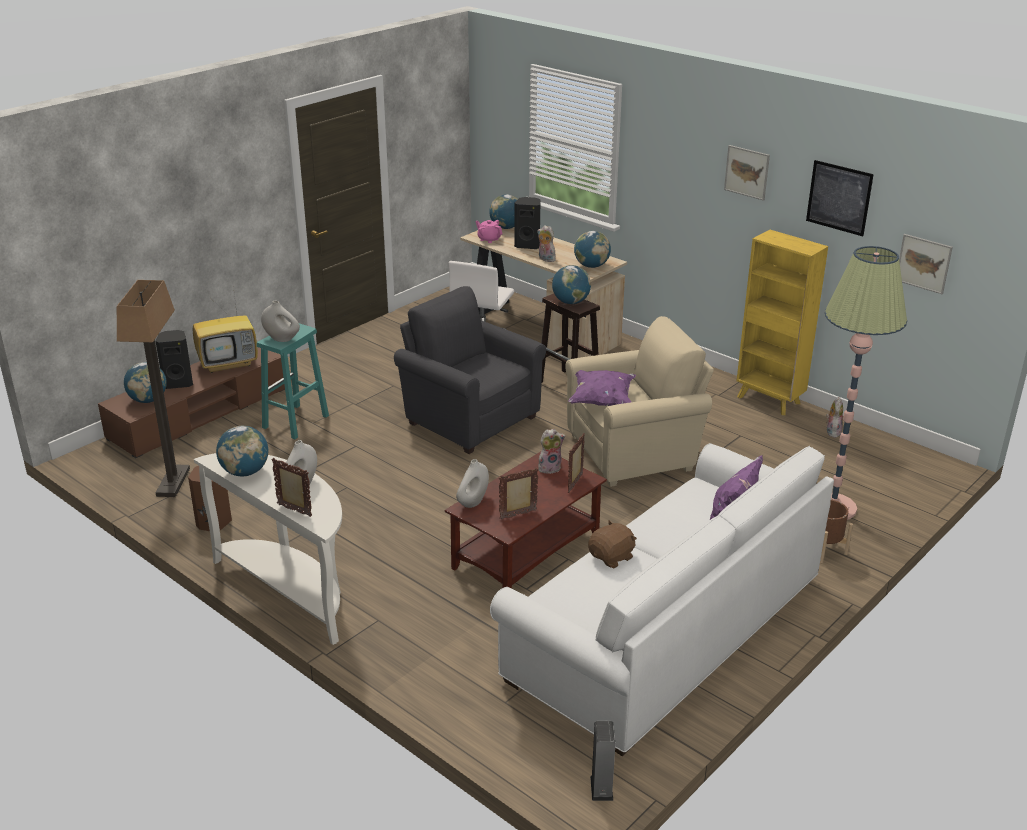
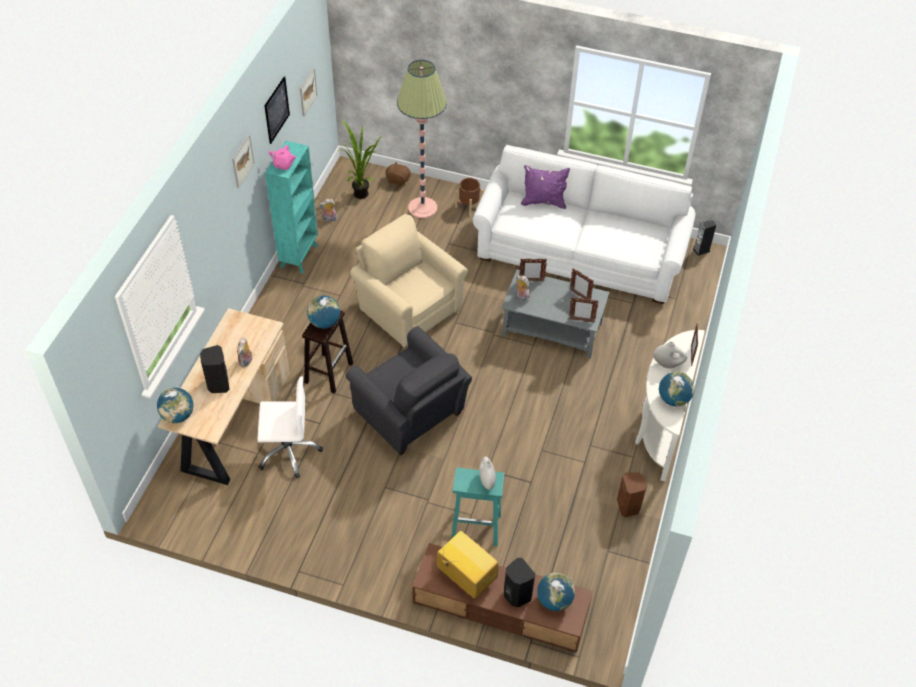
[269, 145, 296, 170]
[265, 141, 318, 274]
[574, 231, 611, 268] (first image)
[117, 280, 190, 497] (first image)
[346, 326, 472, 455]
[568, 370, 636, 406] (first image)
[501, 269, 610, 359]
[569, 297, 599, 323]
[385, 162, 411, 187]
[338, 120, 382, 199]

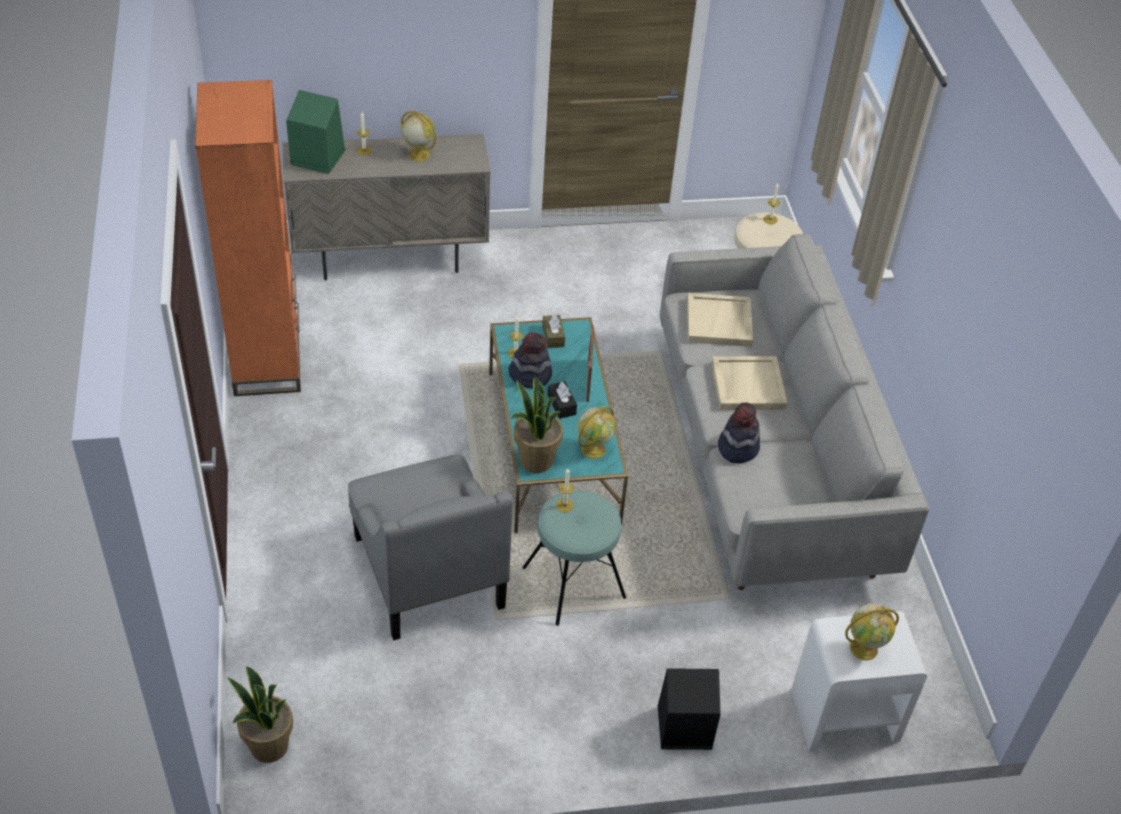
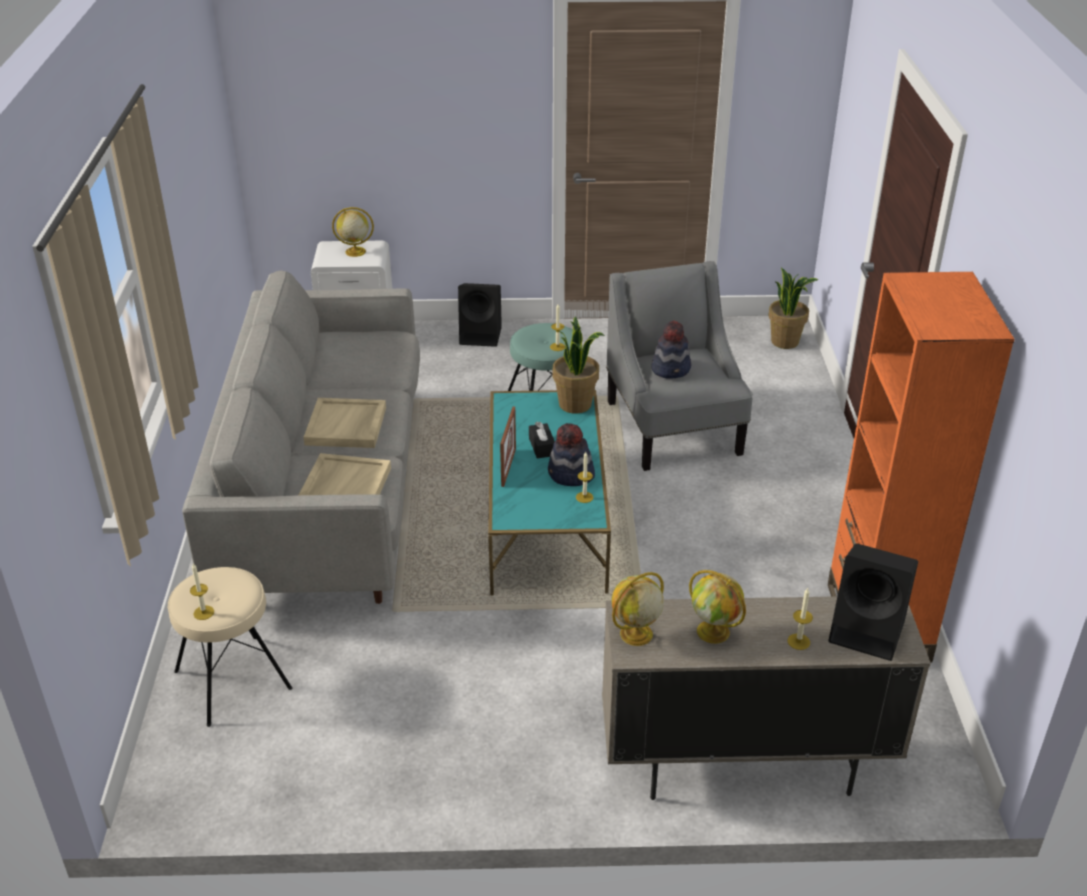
[828, 543, 918, 661]
[542, 313, 565, 348] (first image)
[651, 320, 691, 379]
[612, 572, 664, 646]

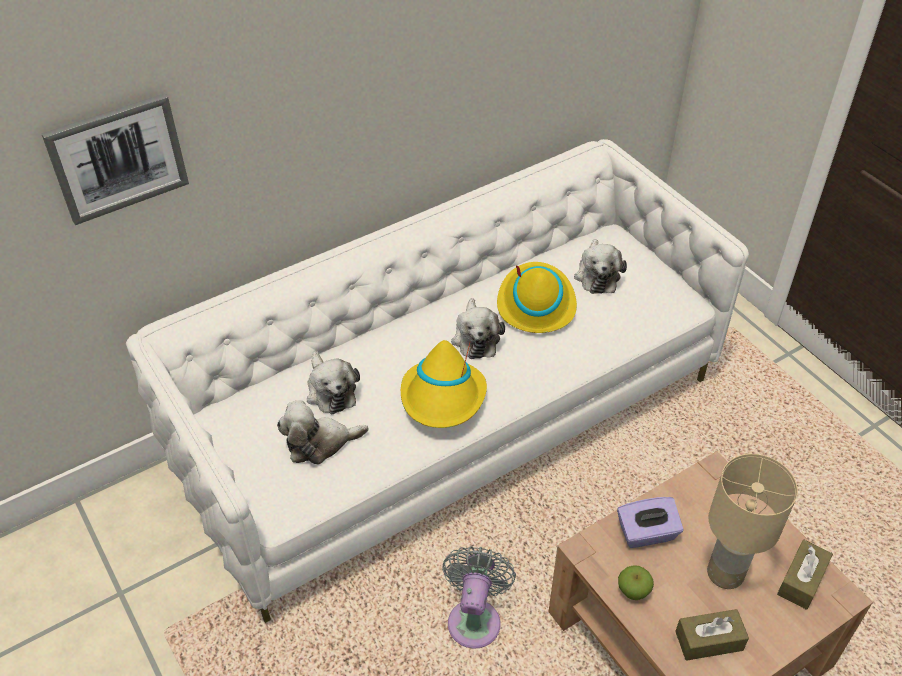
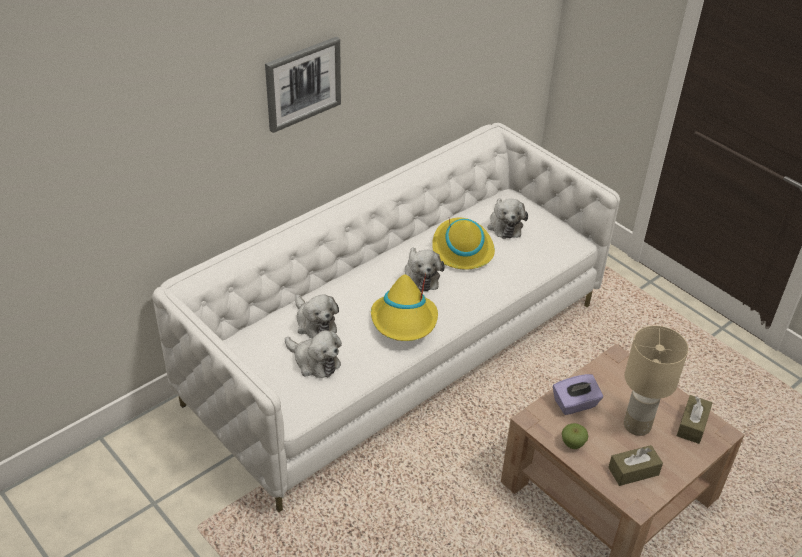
[265, 37, 341, 133]
[285, 330, 342, 378]
[442, 546, 516, 649] (first image)

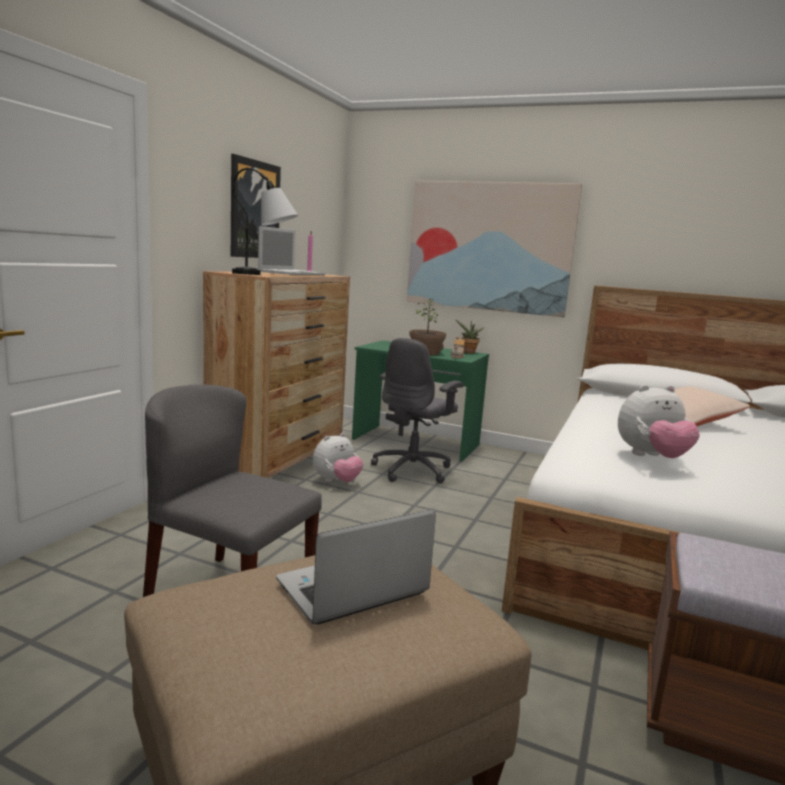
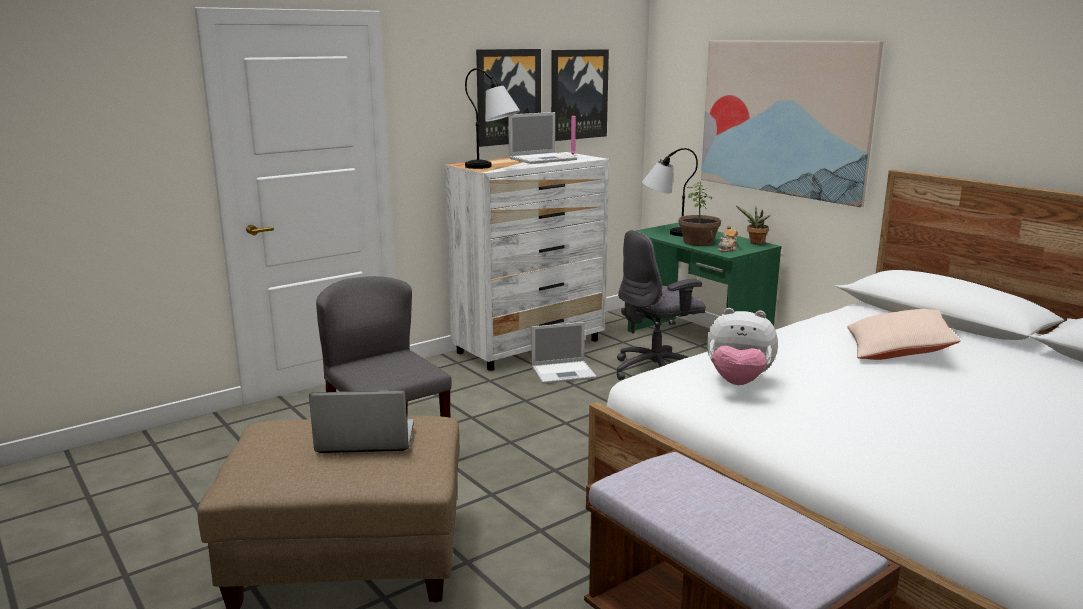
[444, 152, 609, 371]
[532, 322, 597, 384]
[551, 49, 609, 141]
[642, 148, 698, 236]

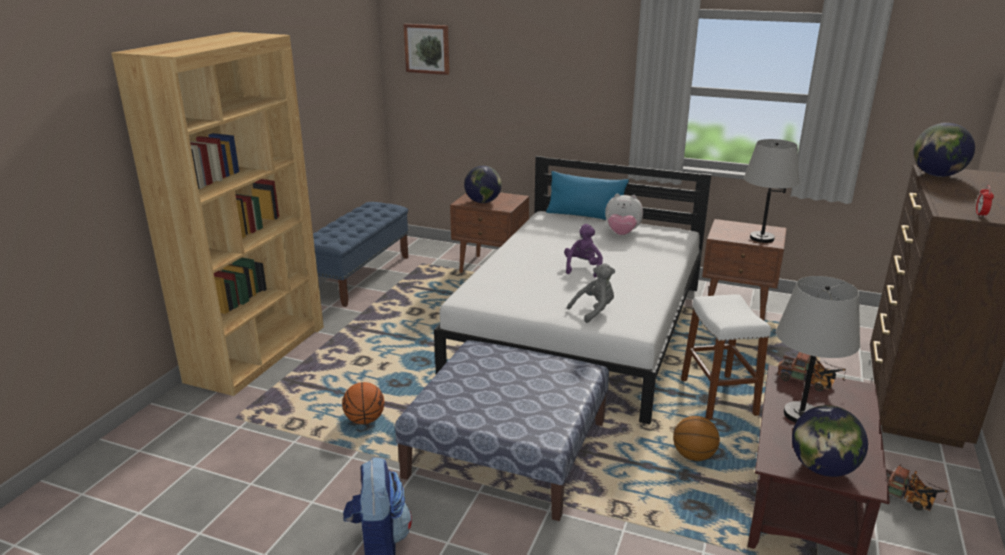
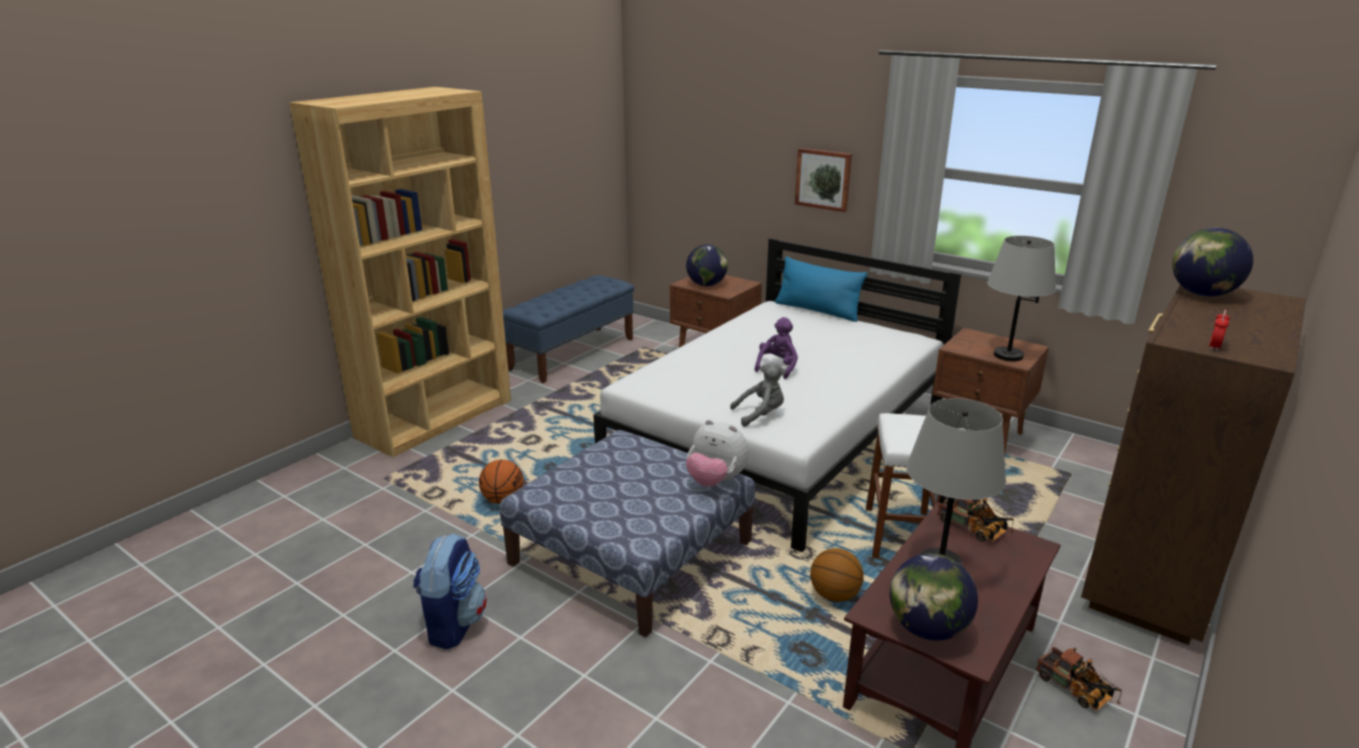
[795, 148, 852, 212]
[686, 420, 749, 487]

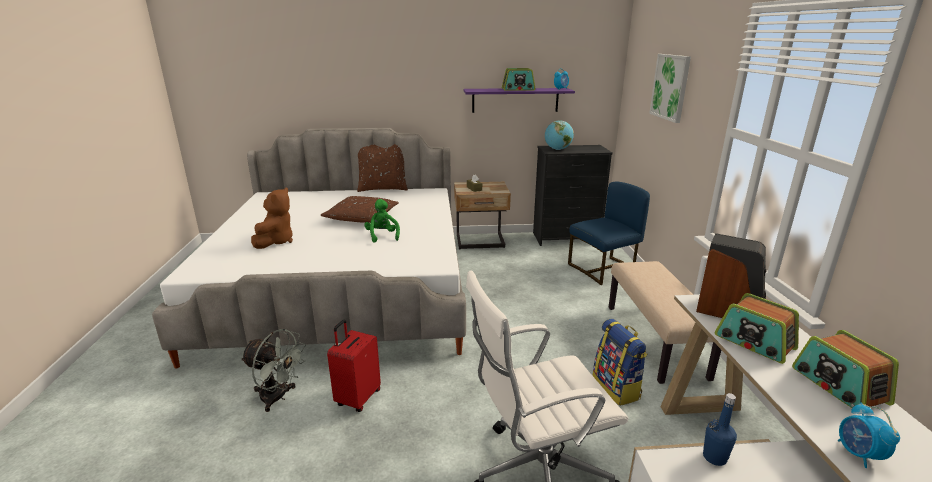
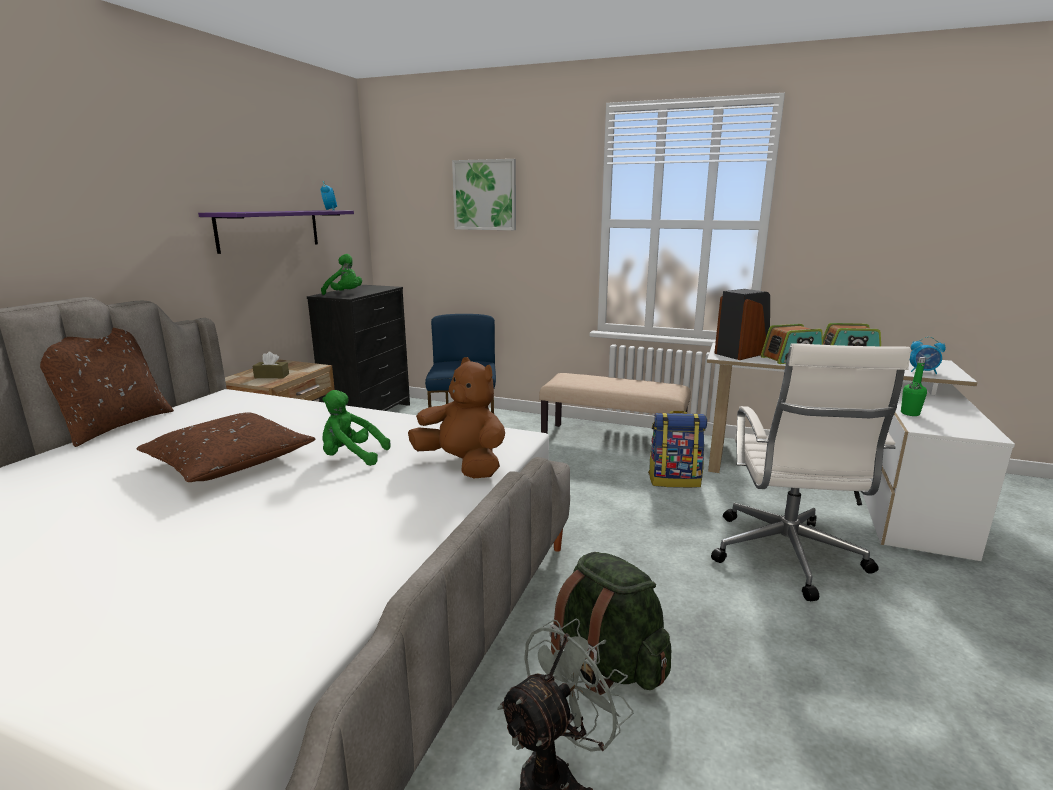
[502, 68, 535, 91] (first image)
[321, 254, 362, 295]
[408, 357, 505, 478]
[549, 552, 672, 695]
[901, 357, 927, 416]

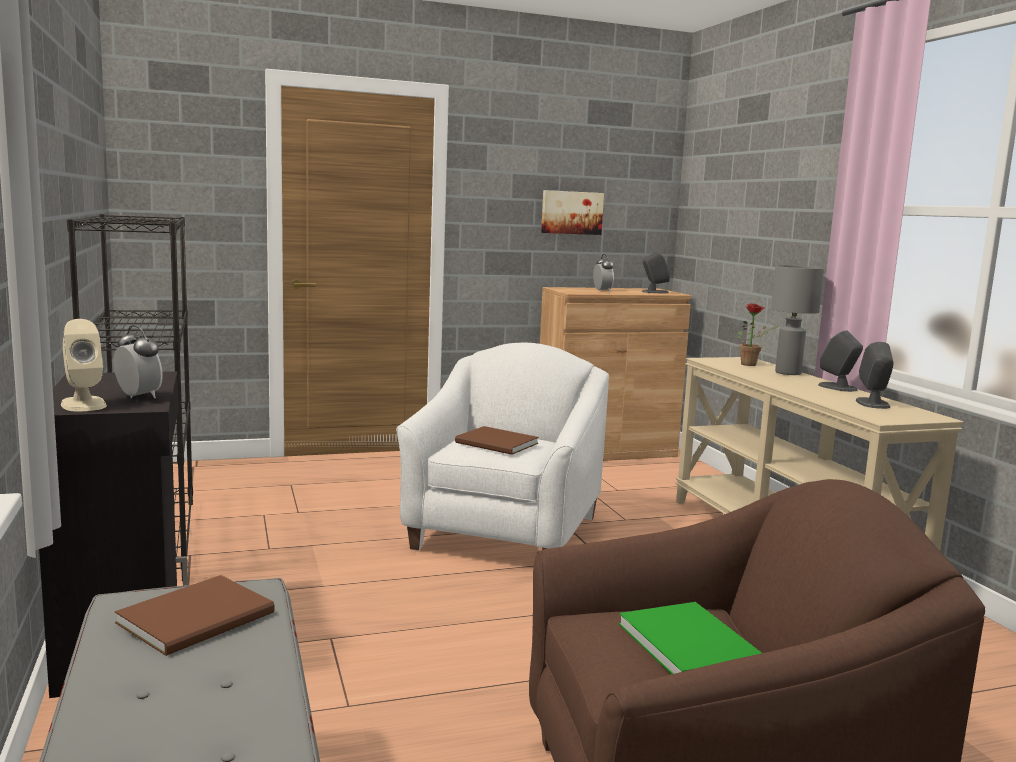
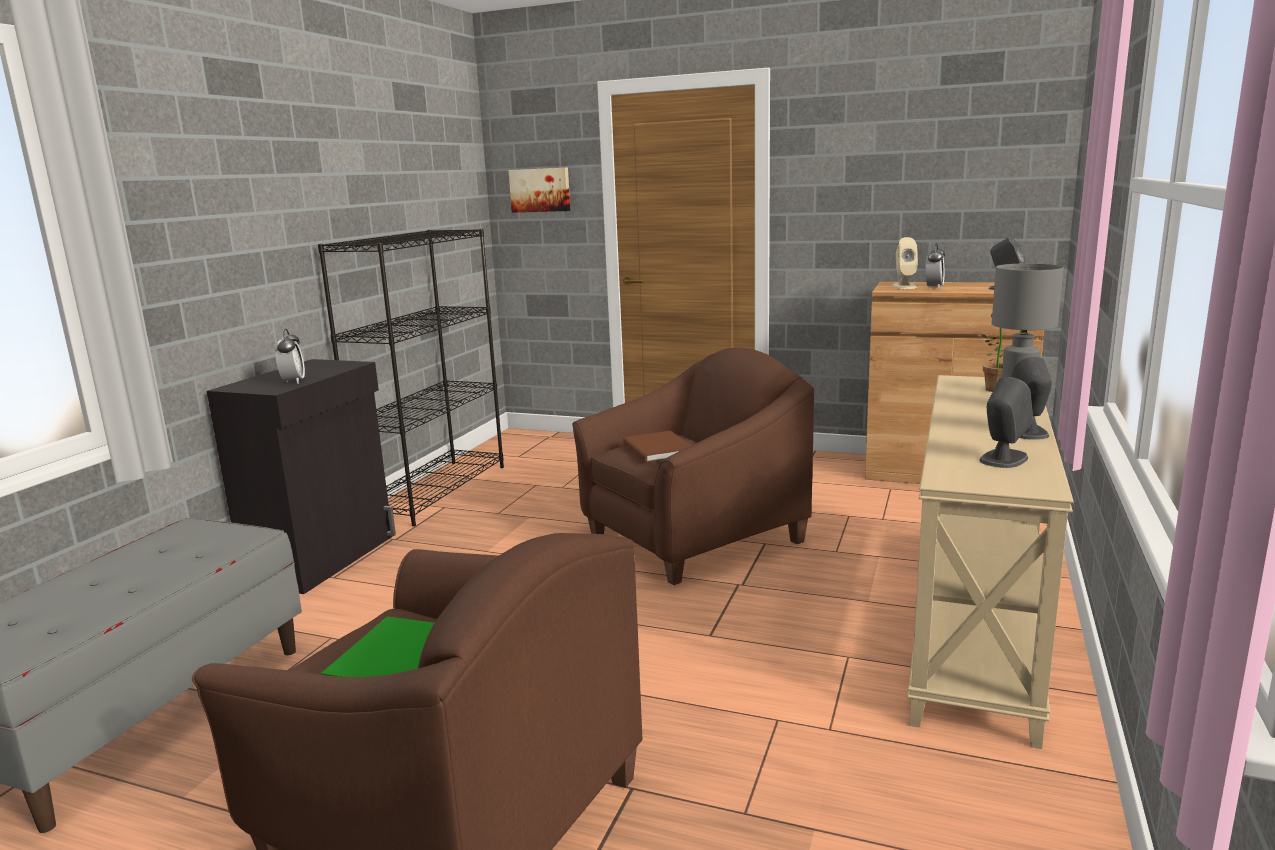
[508, 168, 570, 212]
[892, 237, 918, 289]
[572, 348, 814, 585]
[115, 575, 275, 656] (first image)

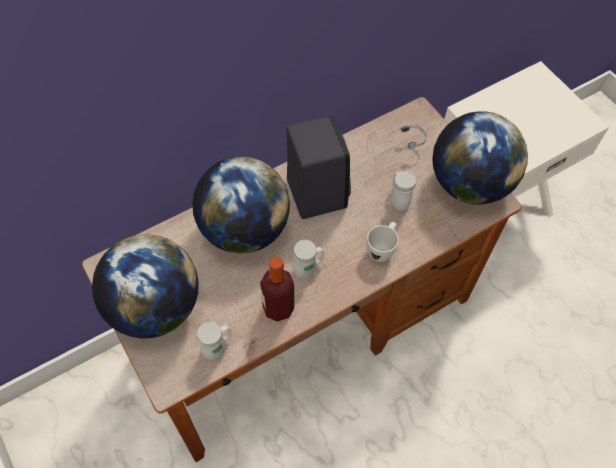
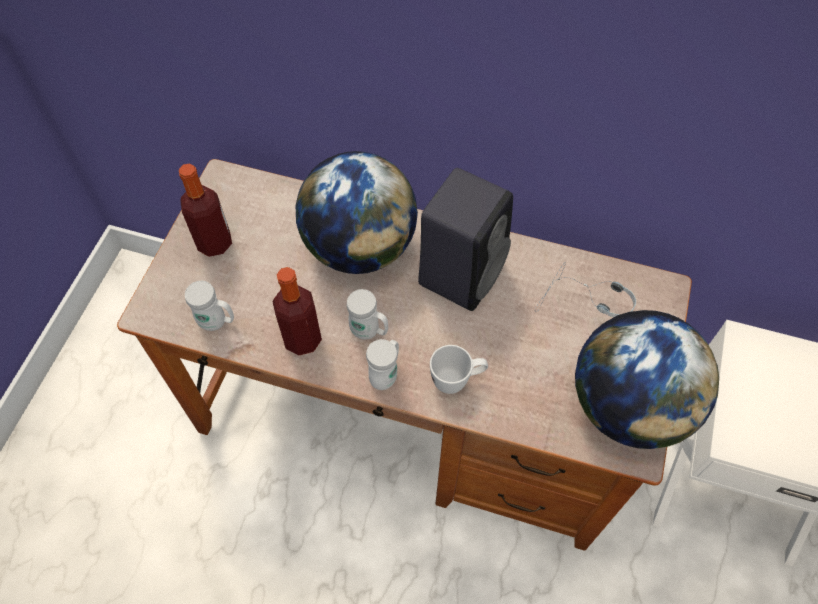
[366, 339, 399, 390]
[179, 163, 232, 257]

